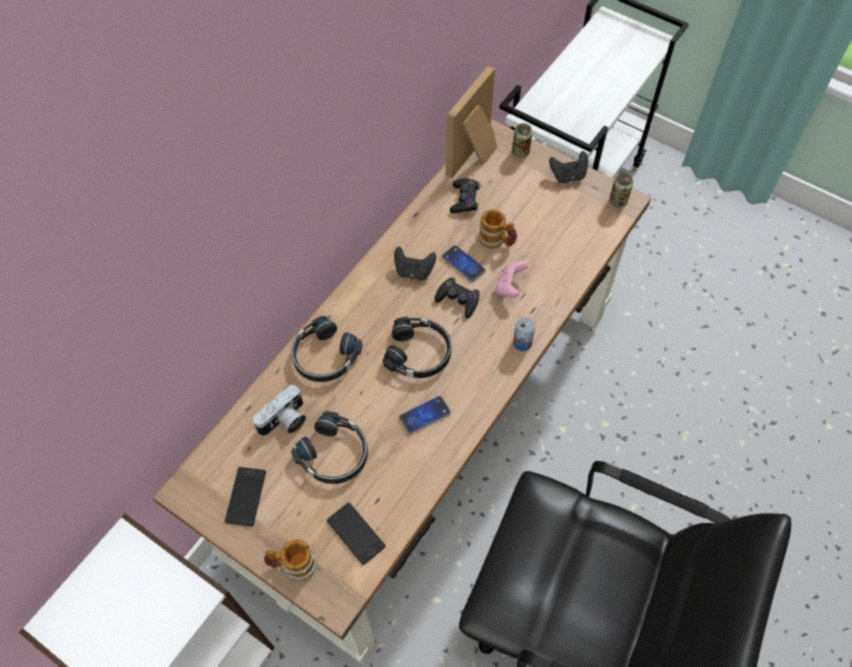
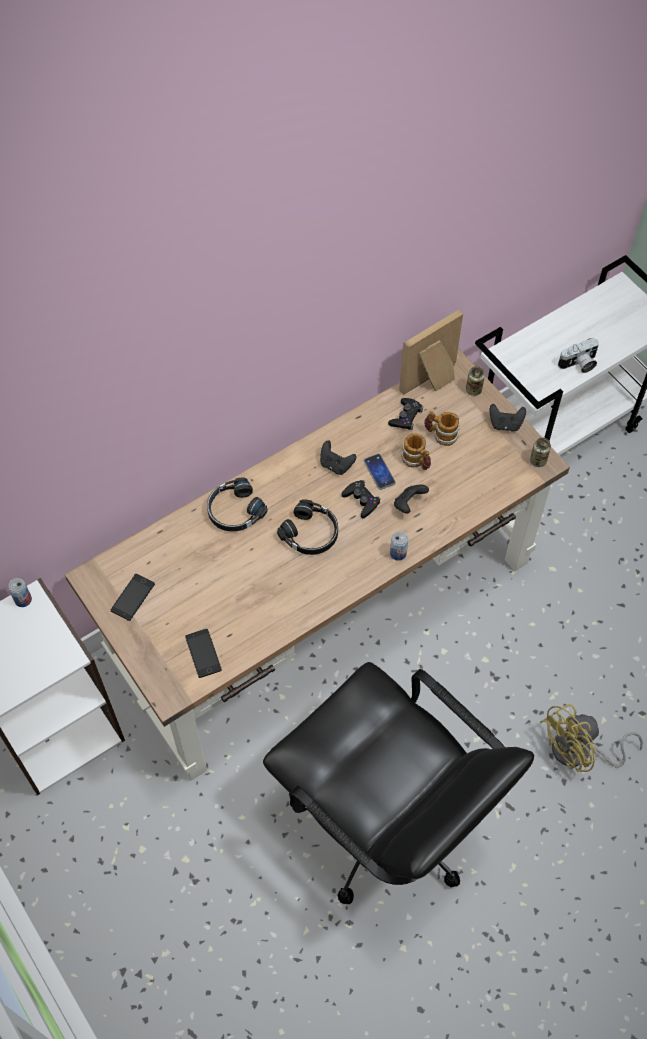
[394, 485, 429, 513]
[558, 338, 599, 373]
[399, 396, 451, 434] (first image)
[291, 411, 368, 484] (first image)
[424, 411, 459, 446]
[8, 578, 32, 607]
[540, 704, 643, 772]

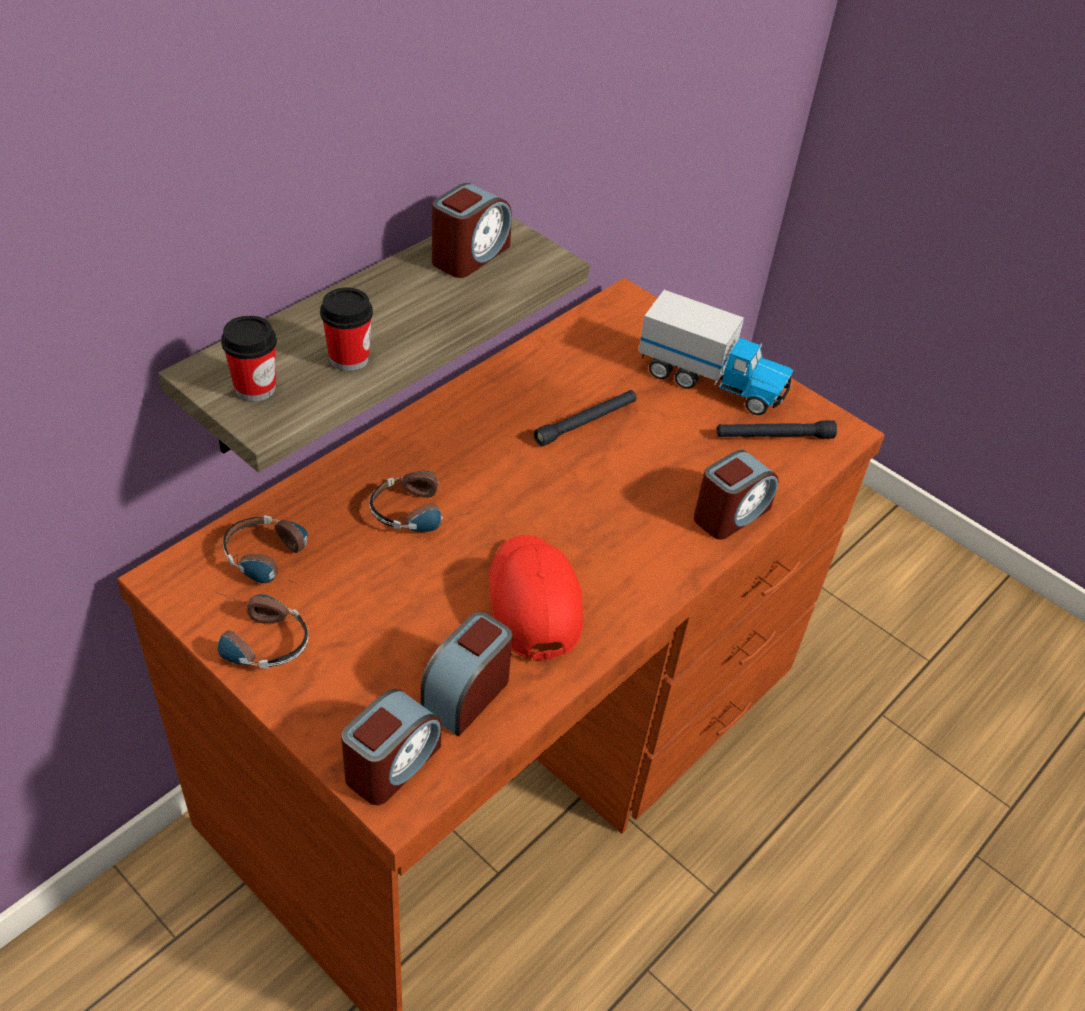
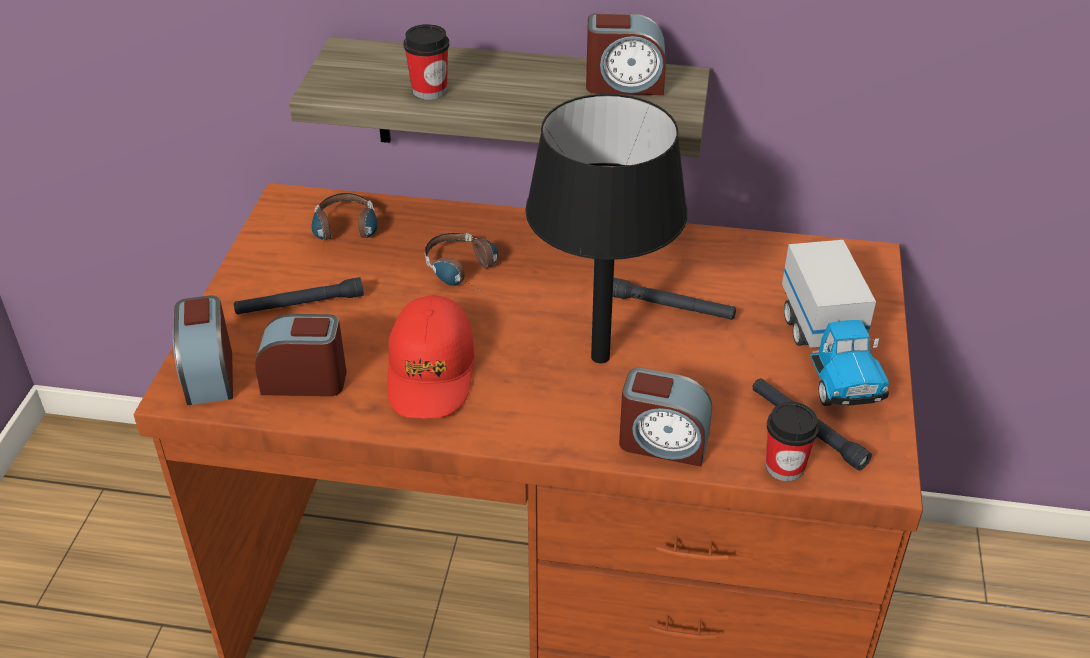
[766, 402, 819, 481]
[387, 295, 475, 419]
[215, 592, 309, 669] (first image)
[173, 295, 233, 405]
[525, 94, 688, 363]
[234, 277, 364, 315]

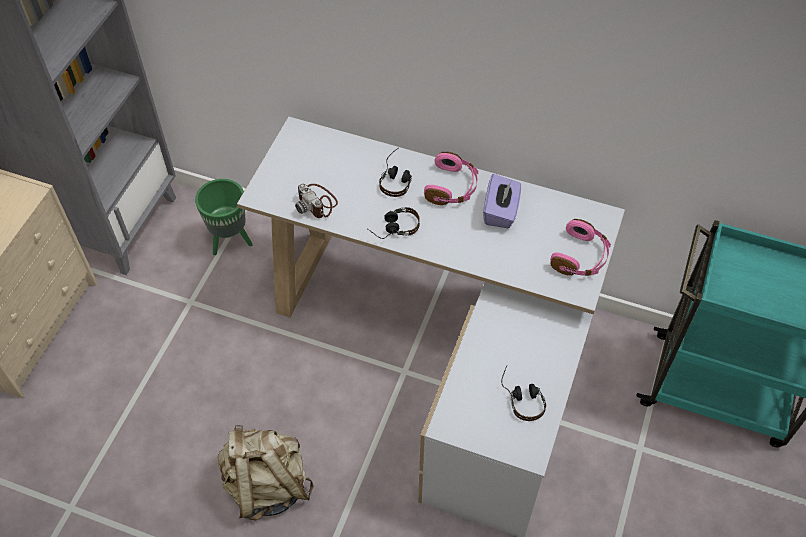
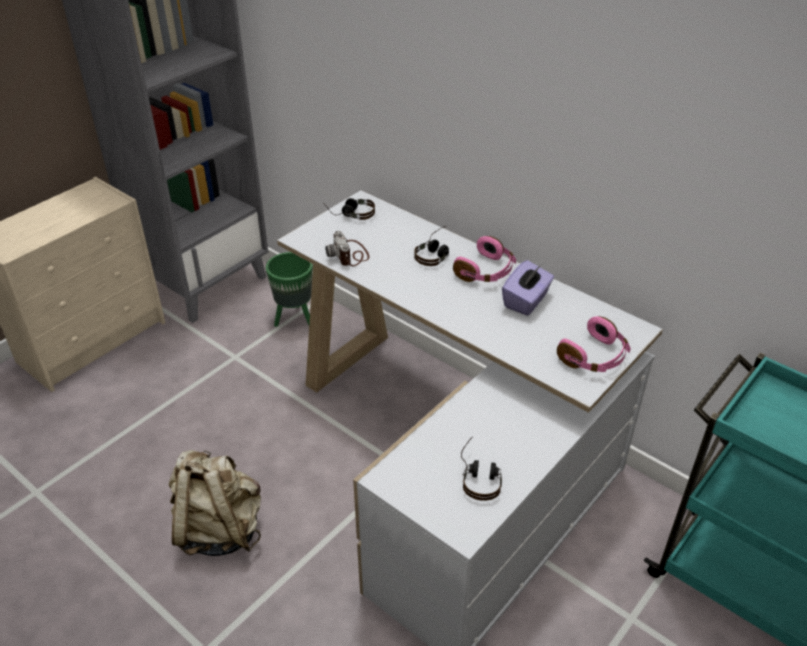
[323, 198, 375, 220]

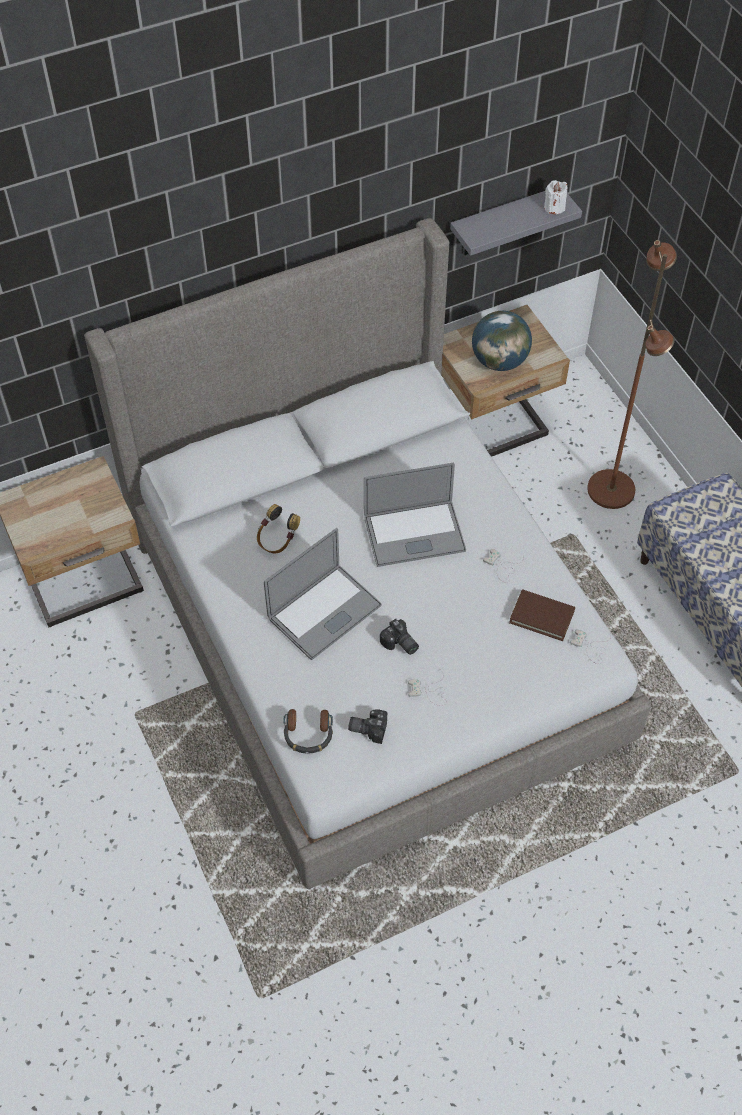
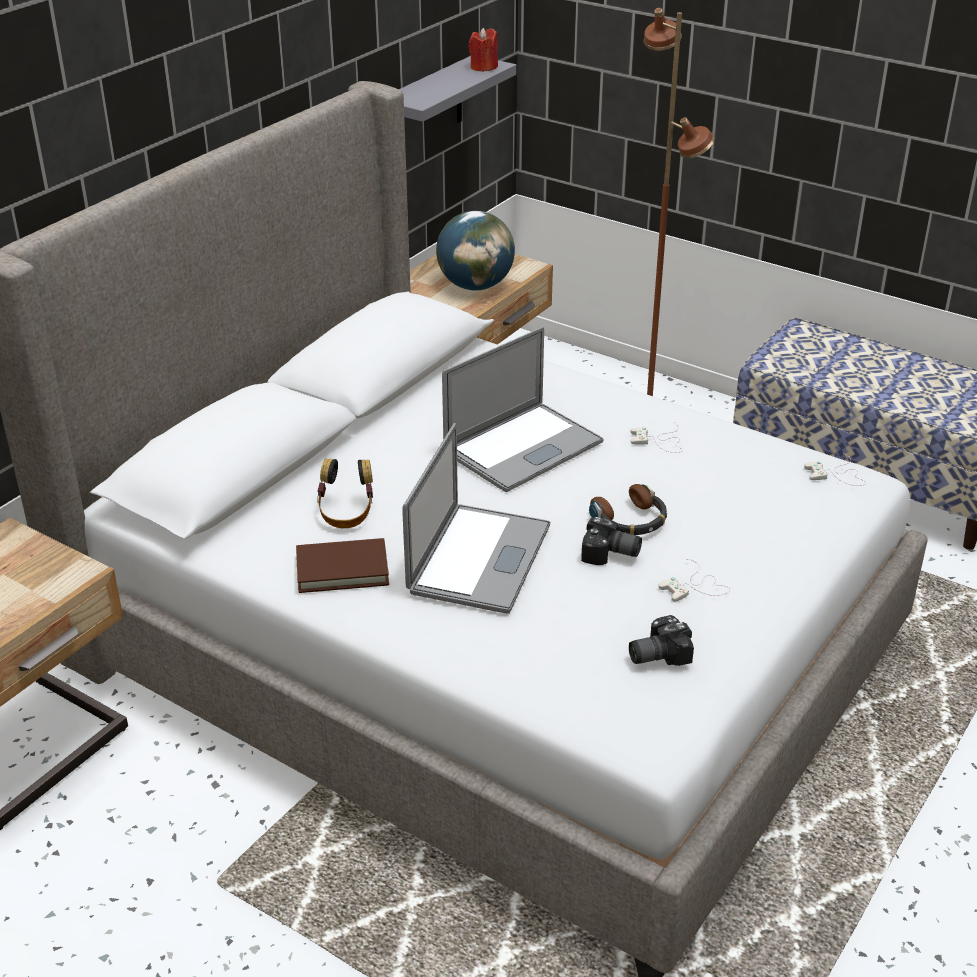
[468, 28, 498, 72]
[296, 538, 389, 593]
[589, 484, 667, 535]

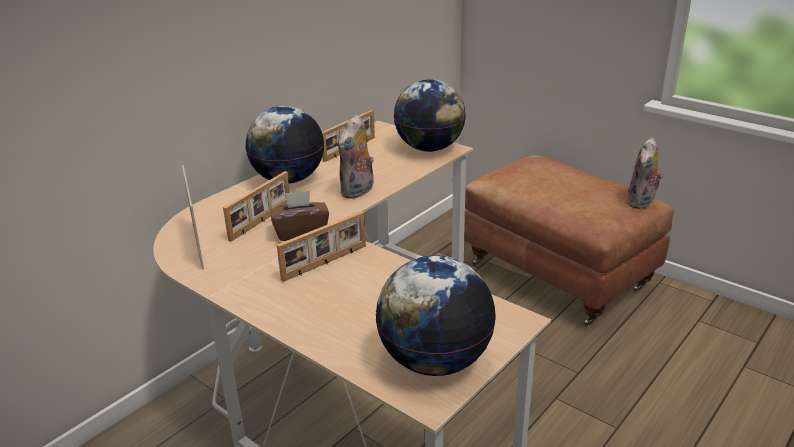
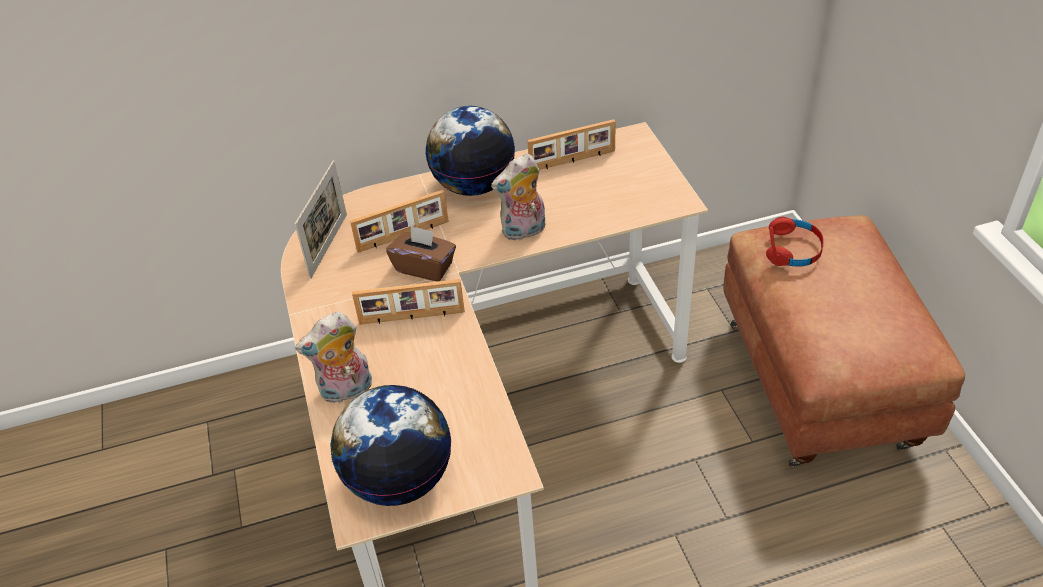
[394, 79, 465, 152] (first image)
[295, 312, 372, 403]
[766, 216, 824, 266]

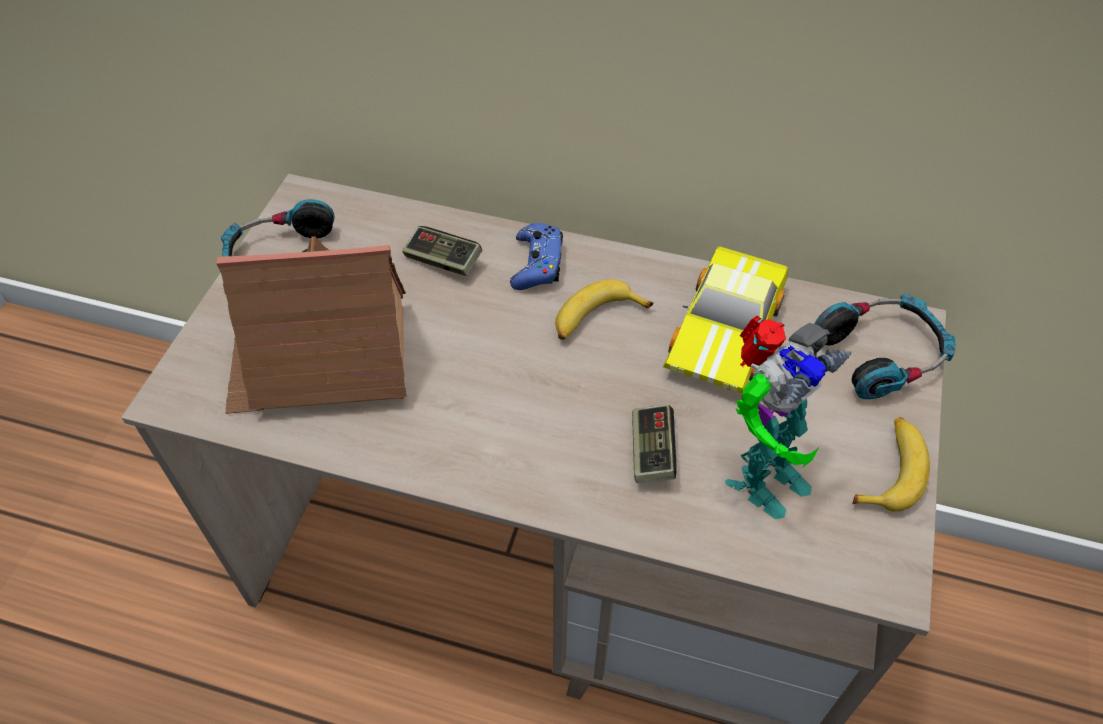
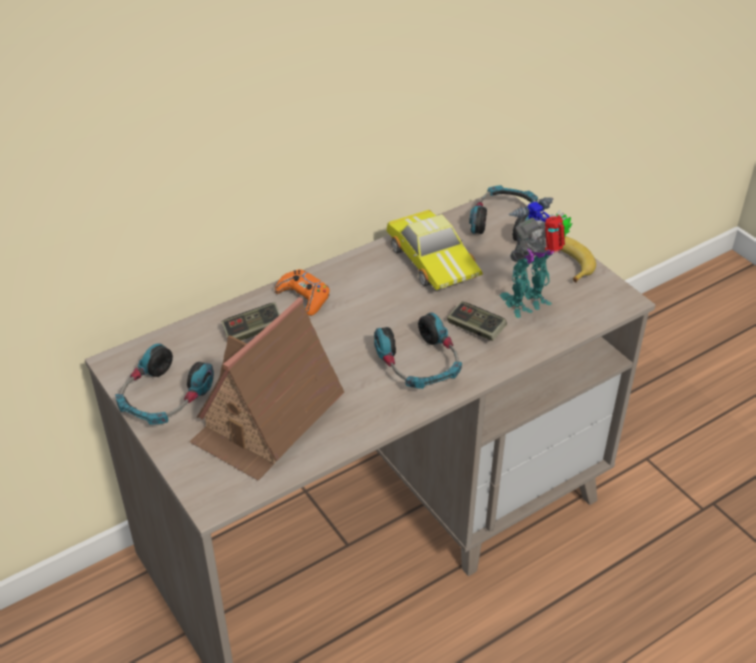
[275, 269, 330, 316]
[555, 279, 653, 340] (first image)
[500, 197, 572, 318]
[374, 312, 462, 389]

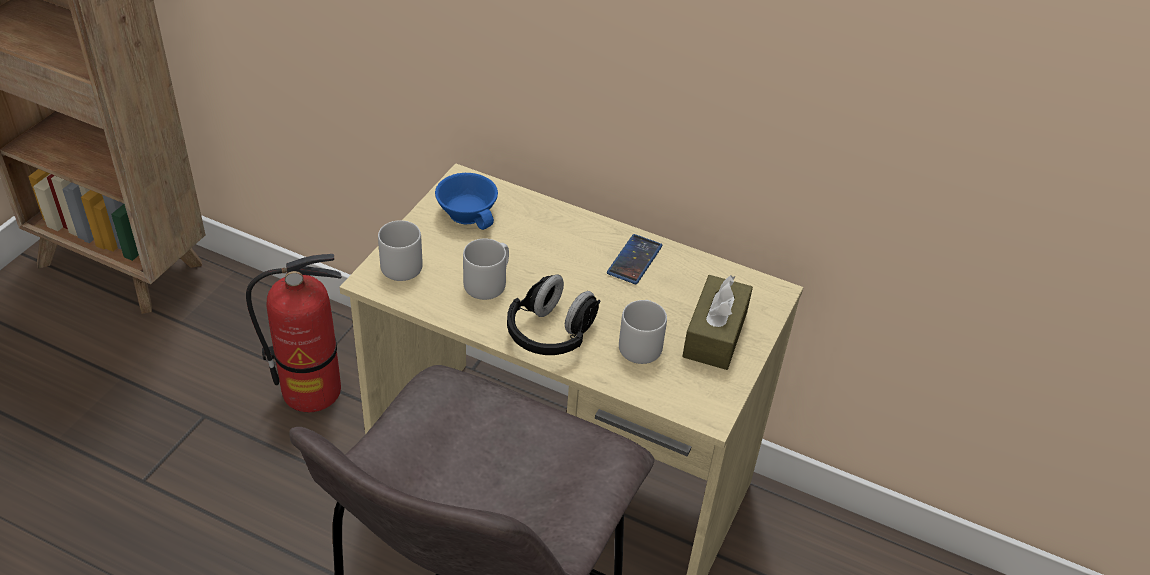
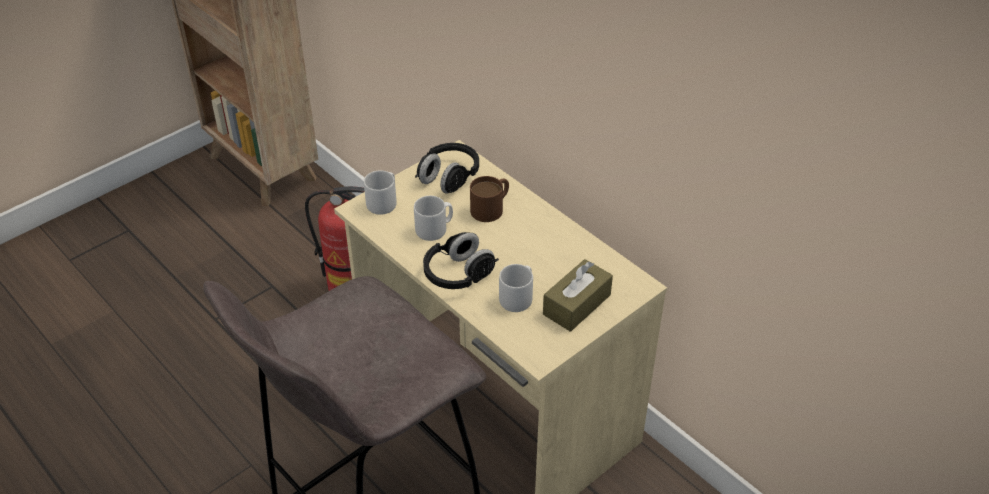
[415, 143, 479, 194]
[607, 234, 662, 284] (first image)
[470, 176, 509, 222]

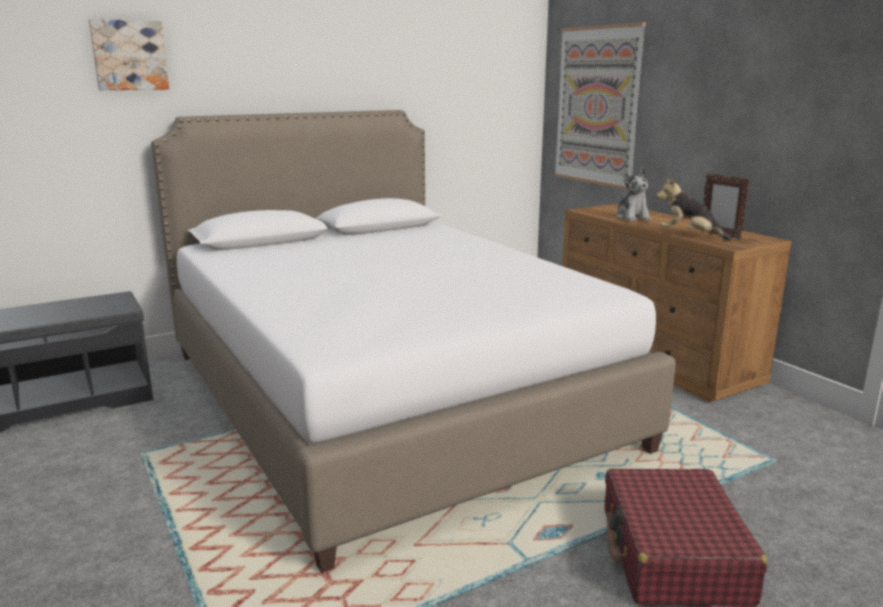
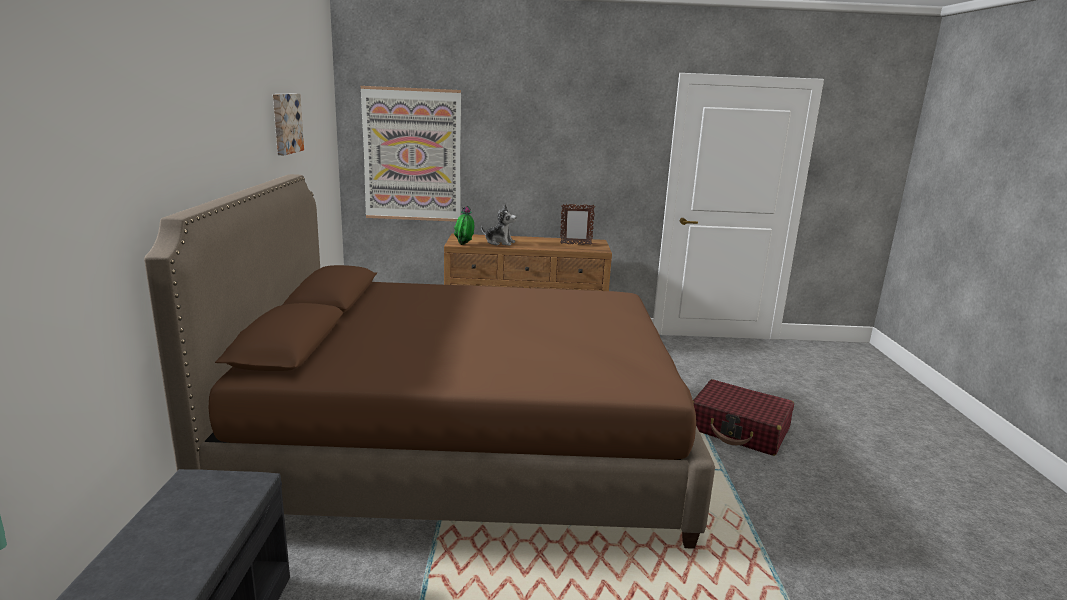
[273, 94, 304, 155]
[144, 174, 715, 549]
[656, 178, 732, 241] (first image)
[454, 205, 474, 245]

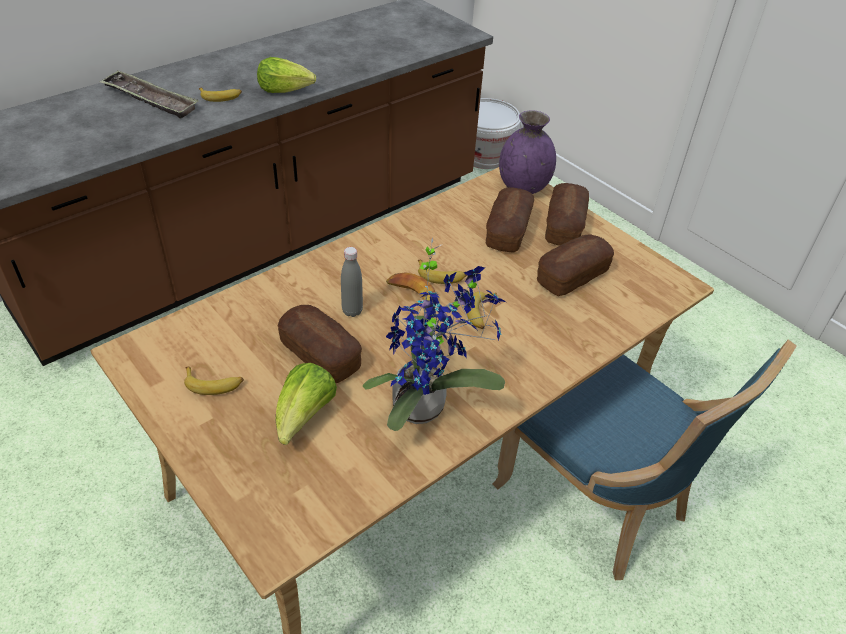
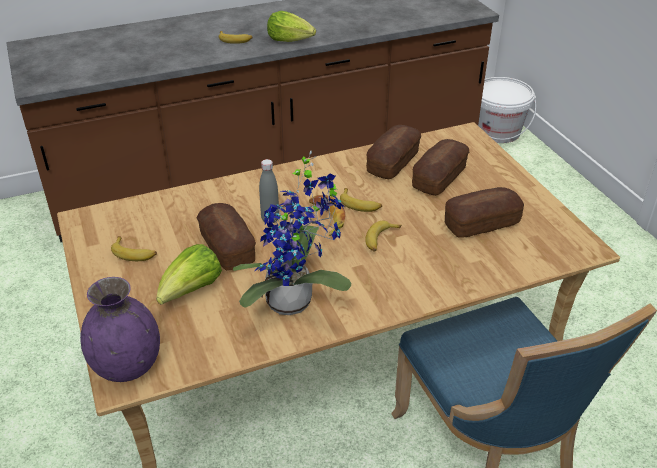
[100, 71, 198, 119] (first image)
[80, 277, 160, 382]
[366, 125, 421, 179]

